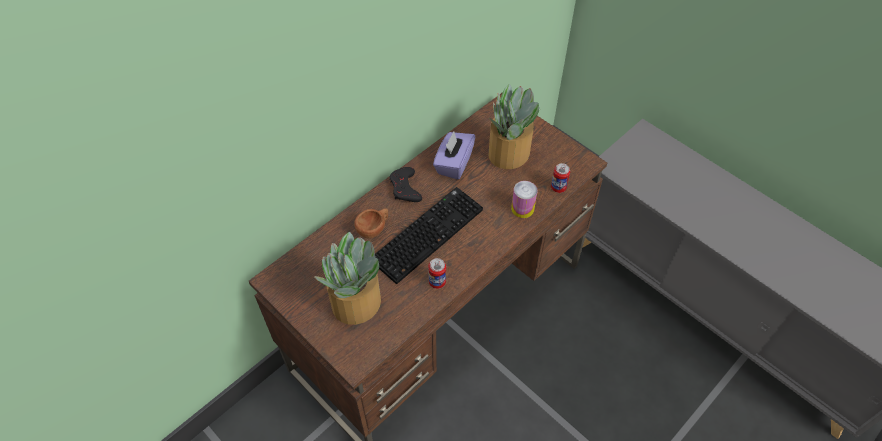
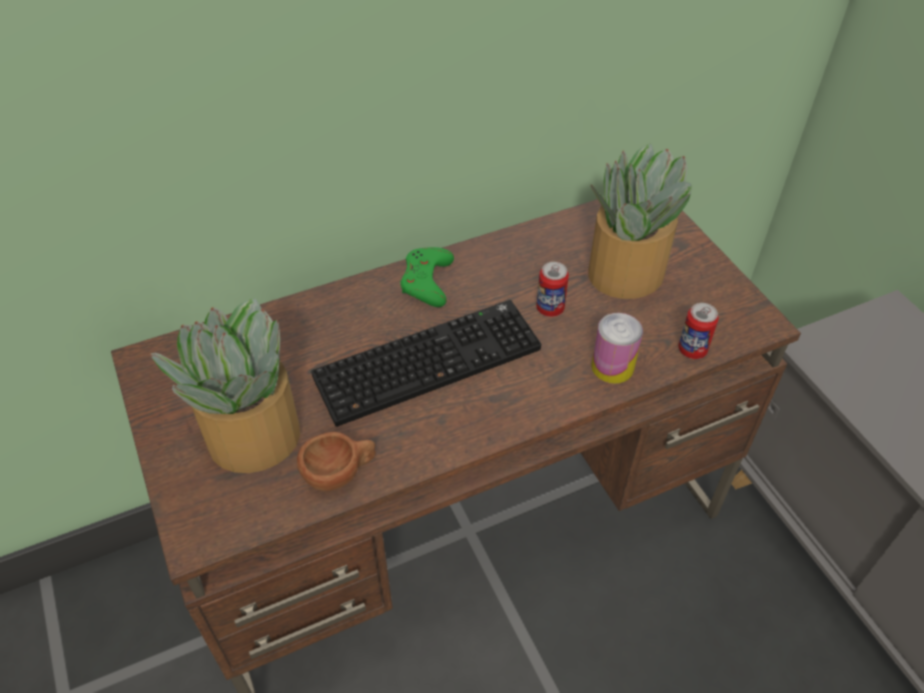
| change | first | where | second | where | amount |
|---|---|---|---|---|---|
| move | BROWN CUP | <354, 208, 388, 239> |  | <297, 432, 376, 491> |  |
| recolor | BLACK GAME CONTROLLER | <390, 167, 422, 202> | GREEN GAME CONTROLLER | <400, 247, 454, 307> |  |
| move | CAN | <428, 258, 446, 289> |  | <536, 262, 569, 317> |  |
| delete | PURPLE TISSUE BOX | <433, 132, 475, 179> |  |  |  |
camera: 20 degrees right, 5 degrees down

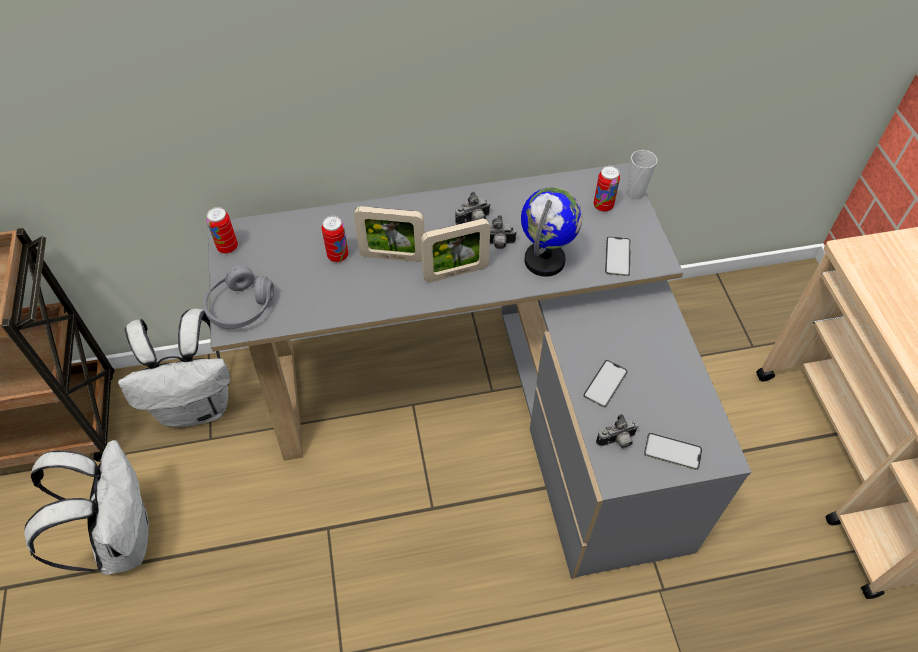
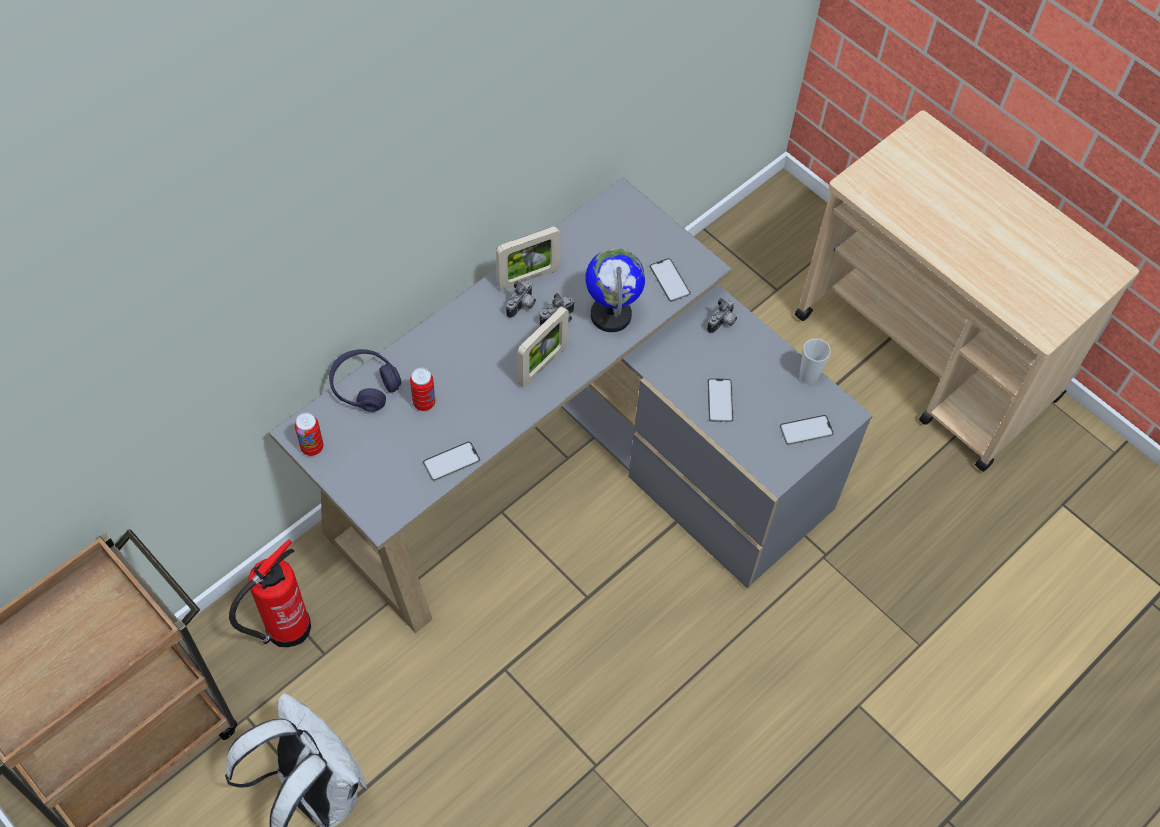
| change | first | where | second | where | amount |
|---|---|---|---|---|---|
| replace | WHITE BACKPACK | <118, 308, 230, 427> | FIRE EXTINGUISHER | <229, 539, 311, 647> |  |
| insert |  |  | PURPLE HEADPHONES | <329, 349, 401, 412> |  |
| insert |  |  | PHONE | <423, 441, 480, 481> |  |
| move | PICTURE FRAME | <354, 206, 425, 262> |  | <496, 226, 561, 290> |  |
| move | PHOTO CAMERA | <596, 414, 639, 449> |  | <707, 298, 737, 333> |  |
| move | CUP | <627, 150, 658, 199> |  | <800, 338, 831, 384> |  |
| delete | GREY HEADPHONES | <203, 266, 274, 329> |  |  |  |
| delete | CAN | <594, 166, 620, 212> |  |  |  |
camera: 35 degrees left, 5 degrees up

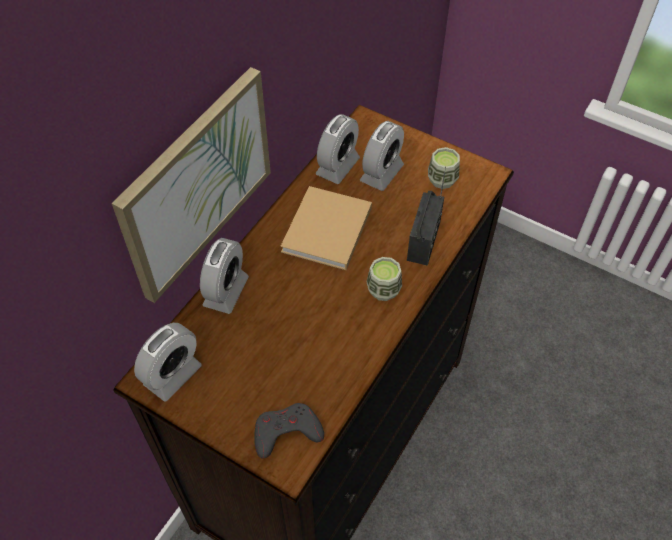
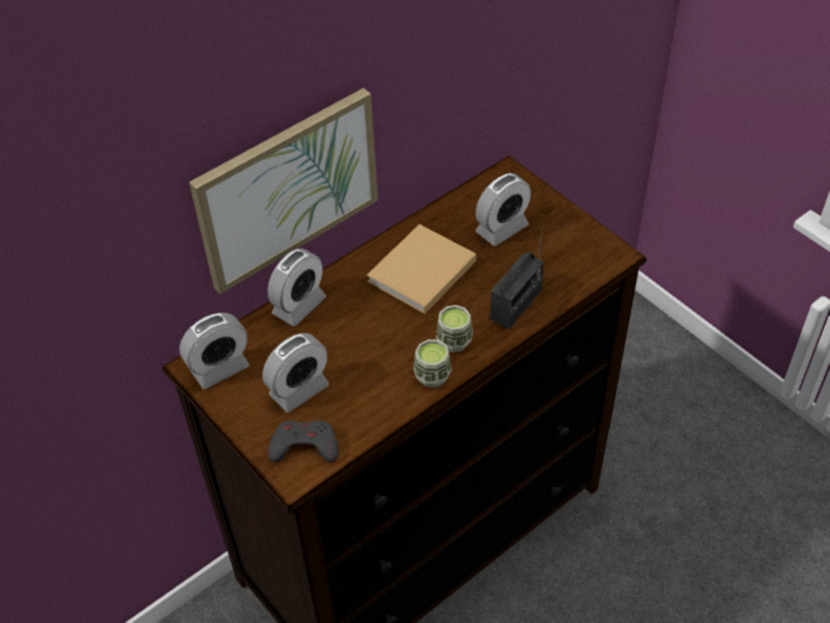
| change | first | where | second | where | amount |
|---|---|---|---|---|---|
| move | ALARM CLOCK | <316, 114, 360, 184> |  | <262, 333, 329, 412> |  |
| move | CUP | <428, 147, 460, 189> |  | <413, 339, 452, 387> |  |
camera: 20 degrees right, 5 degrees down

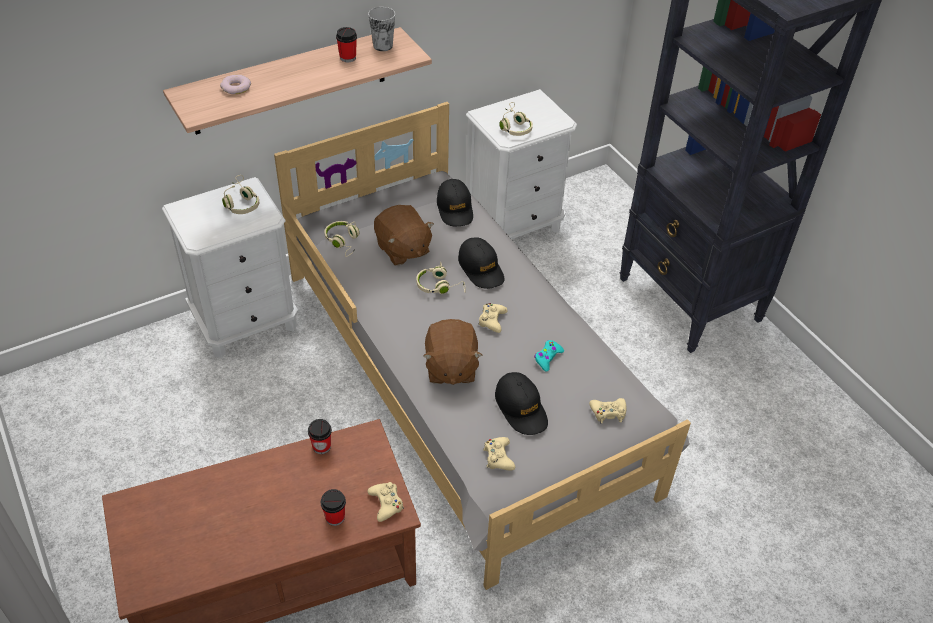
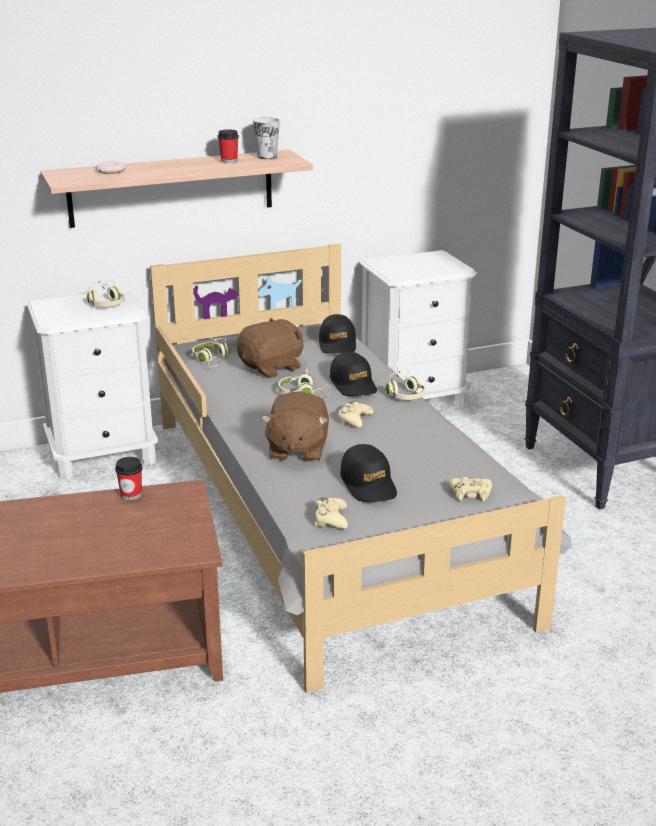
| change | first | where | second | where | amount |
|---|---|---|---|---|---|
| rotate | BROWN PLUSH TOY | <374, 205, 434, 266> |  | <237, 318, 304, 378> | 105 degrees counterclockwise |
| move | BEIGE HEADPHONES | <499, 102, 533, 136> |  | <386, 368, 426, 400> |  |
| delete | CUP | <321, 489, 346, 526> |  |  |  |
| delete | BEIGE GAME CONTROLLER | <368, 482, 404, 522> |  |  |  |
| delete | TURQUOISE GAME CONTROLLER | <534, 340, 564, 372> |  |  |  |
camera: 10 degrees right, 20 degrees down

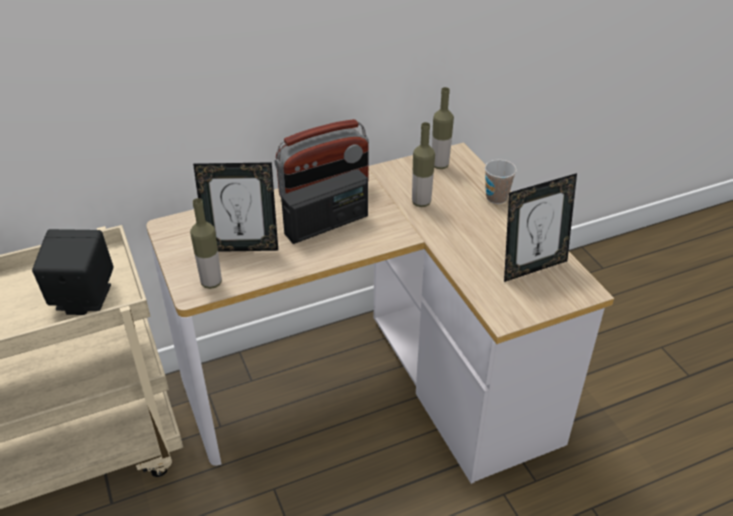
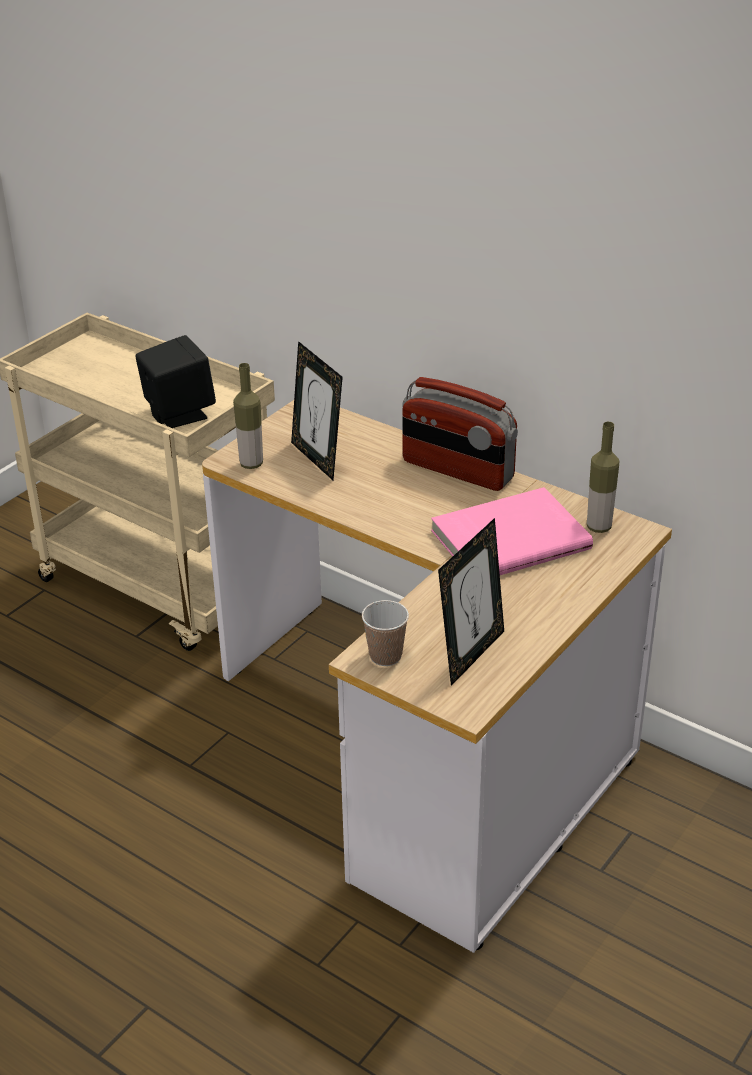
| change | first | where | second | where | amount |
|---|---|---|---|---|---|
| move | CUP | <485, 160, 517, 204> |  | <362, 600, 409, 666> |  |
| replace | BOTTLE | <412, 122, 435, 207> | PINK BOOK | <431, 487, 593, 575> |  |
| rotate | PICTURE FRAME | <504, 173, 577, 282> |  | <438, 518, 504, 686> | 90 degrees counterclockwise |
| delete | RADIO | <281, 169, 368, 244> |  |  |  |
camera: 60 degrees right, 5 degrees down

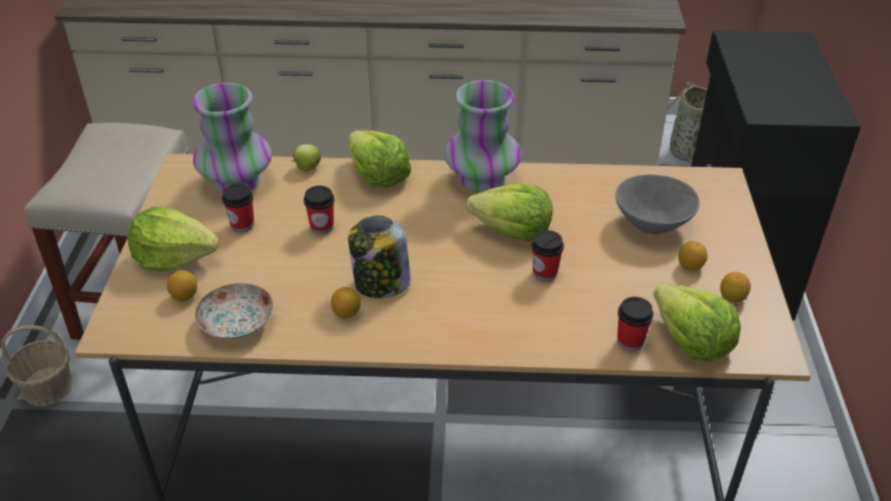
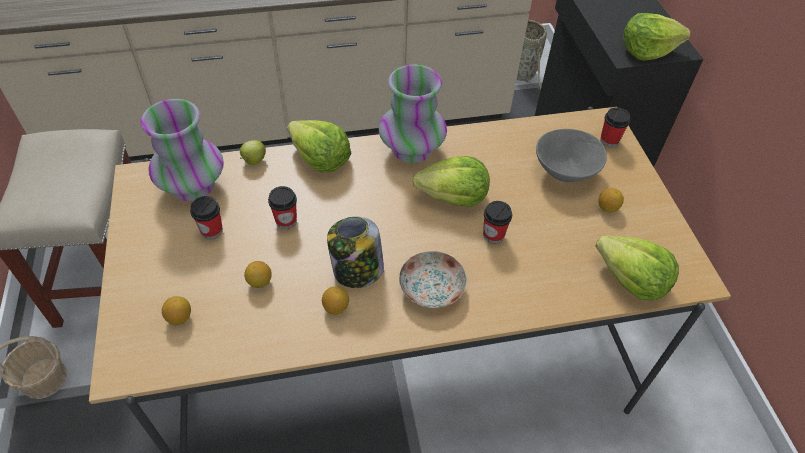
| change | first | where | second | where | amount |
|---|---|---|---|---|---|
| move | LEMON | <720, 272, 751, 302> |  | <244, 261, 272, 288> |  |
| move | PLATE | <195, 283, 273, 339> |  | <399, 251, 467, 308> |  |
| move | CUP | <617, 297, 654, 351> |  | <600, 107, 630, 147> |  |
| move | LETTUCE | <127, 206, 219, 271> |  | <623, 13, 691, 60> |  |
camera: 15 degrees left, 10 degrees up

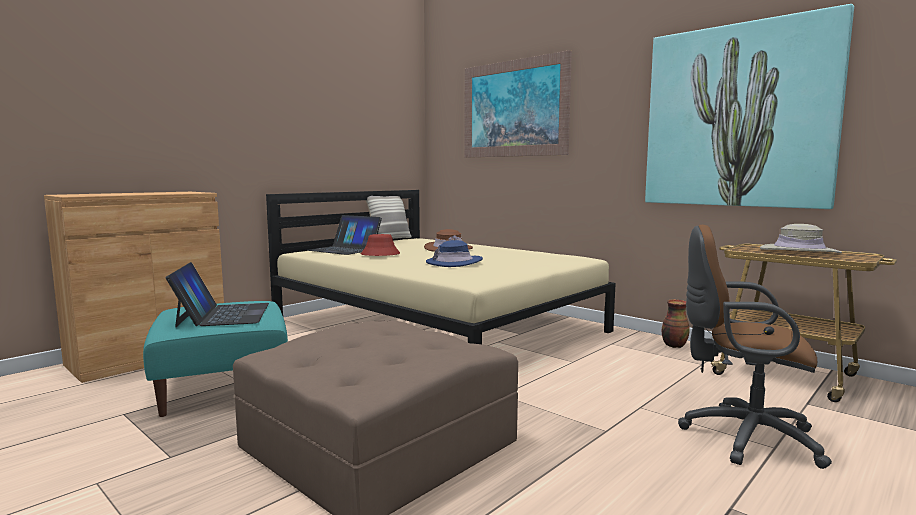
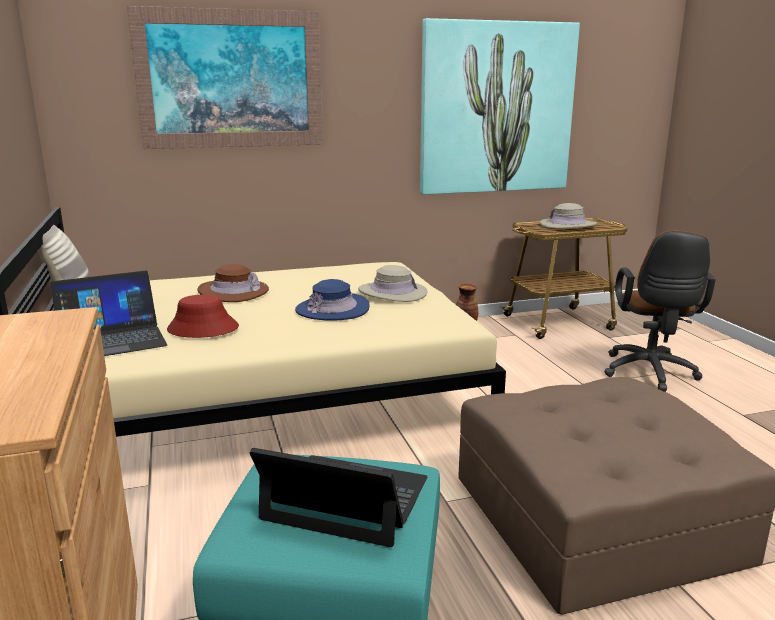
| change | first | where | second | where | amount |
|---|---|---|---|---|---|
| insert |  |  | BEIGE HAT | <358, 265, 427, 302> |  |
| rotate | BROWN OFFICE CHAIR | <678, 225, 832, 469> |  | <604, 230, 716, 392> | 45 degrees counterclockwise |
camera: 60 degrees left, 10 degrees up

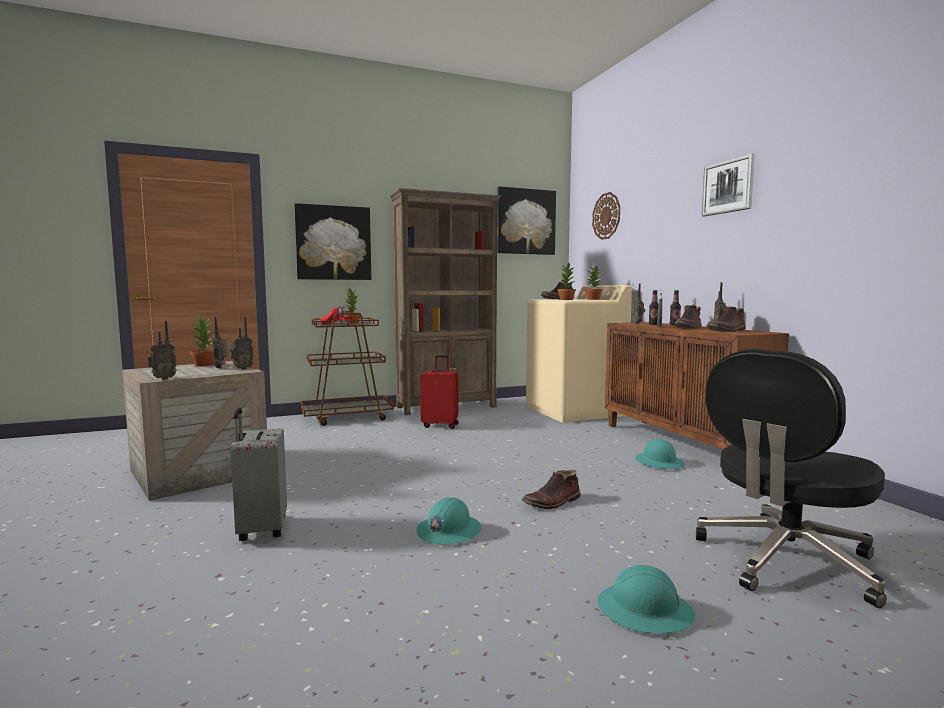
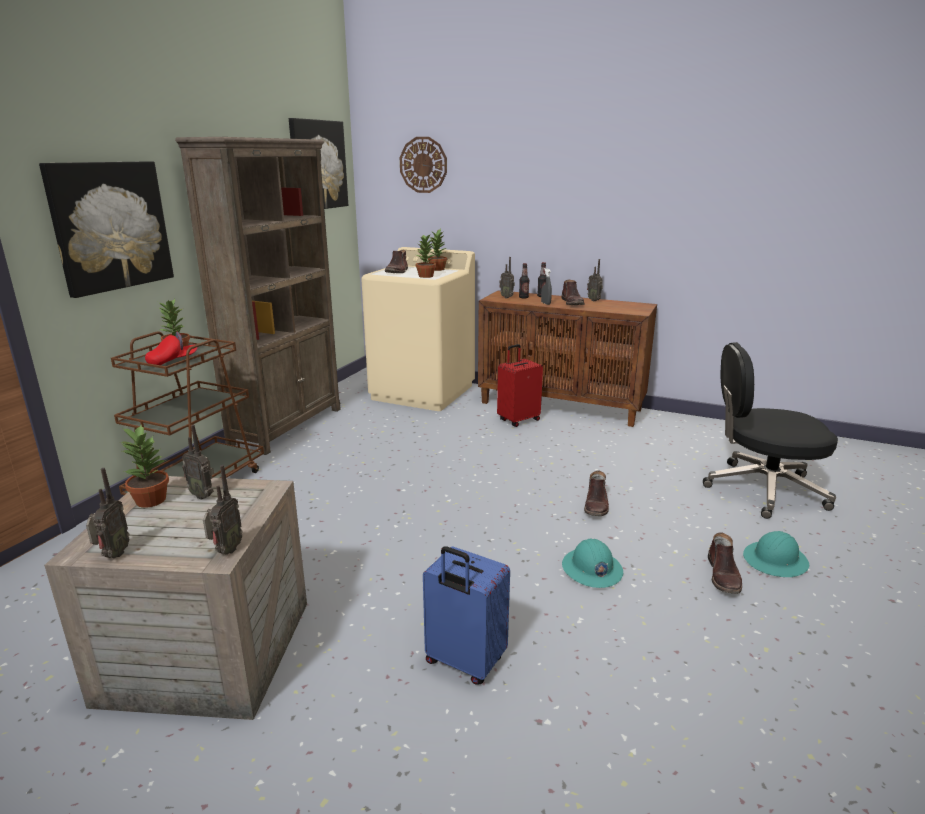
| change | first | where | second | where | amount |
|---|---|---|---|---|---|
| move | RADIO | <230, 317, 254, 370> |  | <86, 468, 130, 558> |  |
| recolor | GREY SUITCASE | <230, 408, 287, 541> | BLUE SUITCASE | <423, 546, 510, 684> |  |
| move | RED SUITCASE | <420, 355, 459, 429> |  | <497, 344, 543, 427> |  |
| rotate | BLACK OFFICE CHAIR | <696, 349, 886, 608> |  | <703, 342, 838, 519> | 90 degrees clockwise |
| move | BROWN BOOT | <706, 306, 746, 332> |  | <708, 532, 742, 594> |  |
| delete | TURQUOISE HARD HAT | <635, 439, 685, 469> |  |  |  |
| delete | PICTURE | <702, 154, 755, 217> |  |  |  |
camera: 45 degrees left, 15 degrees up

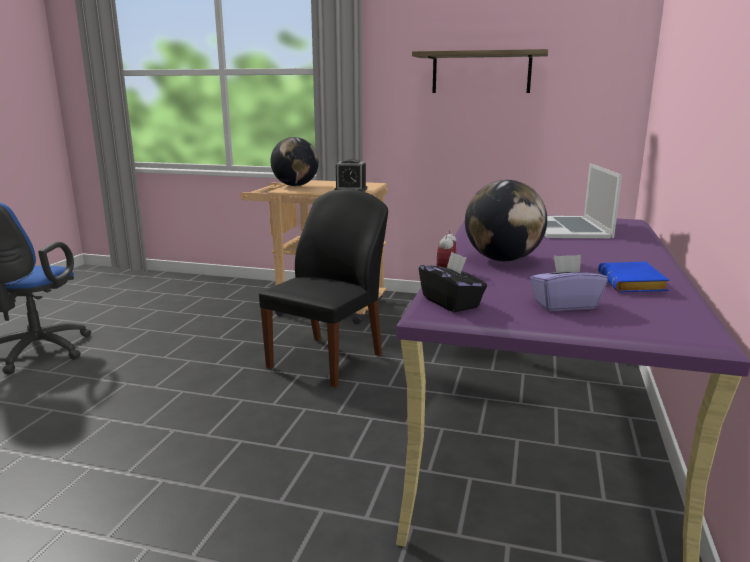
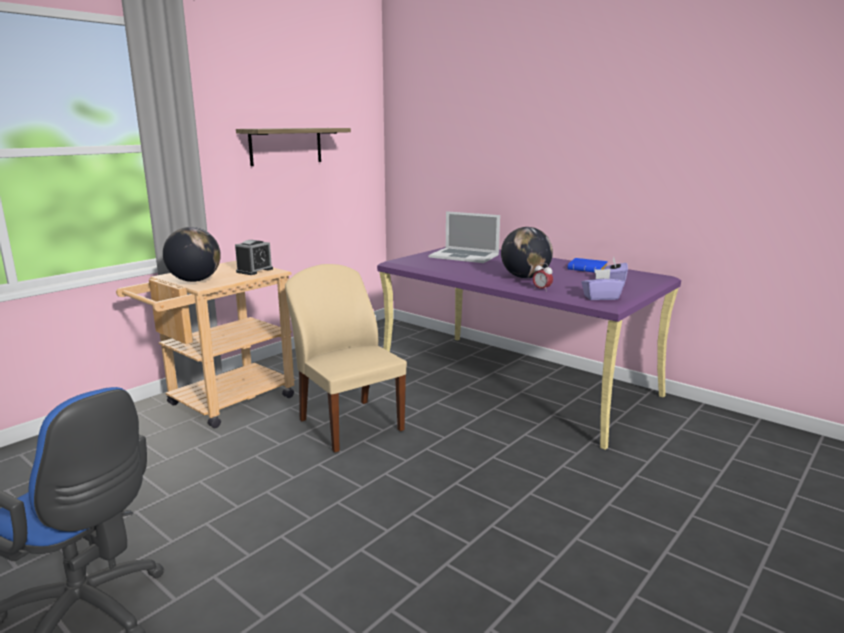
| change | first | where | second | where | amount |
|---|---|---|---|---|---|
| recolor | BLACK CHAIR | <259, 189, 388, 387> | BEIGE CHAIR | <285, 264, 407, 453> |  |
| recolor | BLACK TISSUE BOX | <419, 251, 487, 313> | PURPLE TISSUE BOX | <581, 269, 625, 300> |  |
camera: 65 degrees left, 0 degrees up

